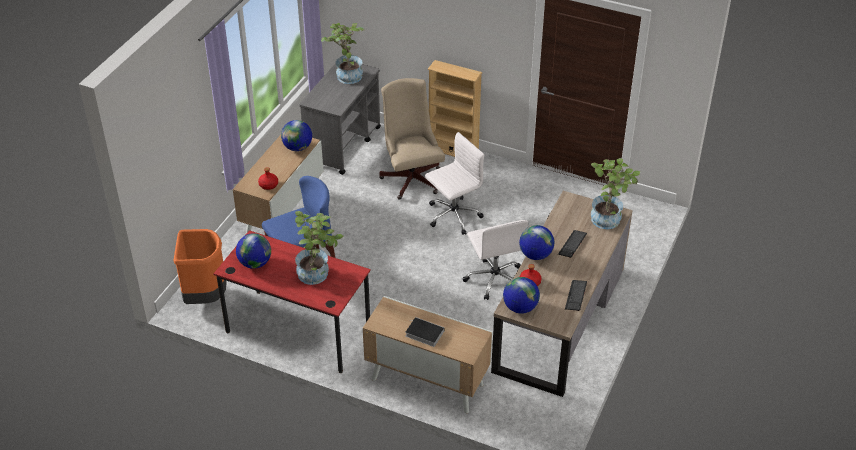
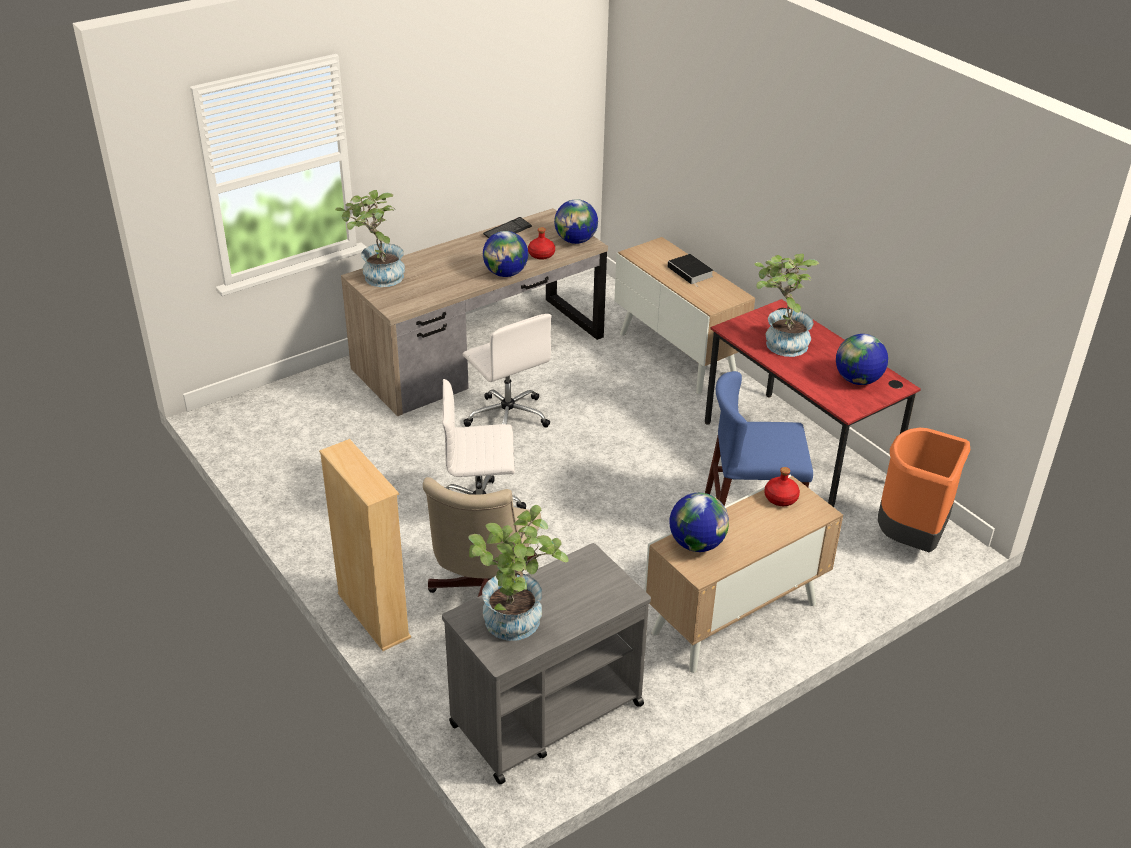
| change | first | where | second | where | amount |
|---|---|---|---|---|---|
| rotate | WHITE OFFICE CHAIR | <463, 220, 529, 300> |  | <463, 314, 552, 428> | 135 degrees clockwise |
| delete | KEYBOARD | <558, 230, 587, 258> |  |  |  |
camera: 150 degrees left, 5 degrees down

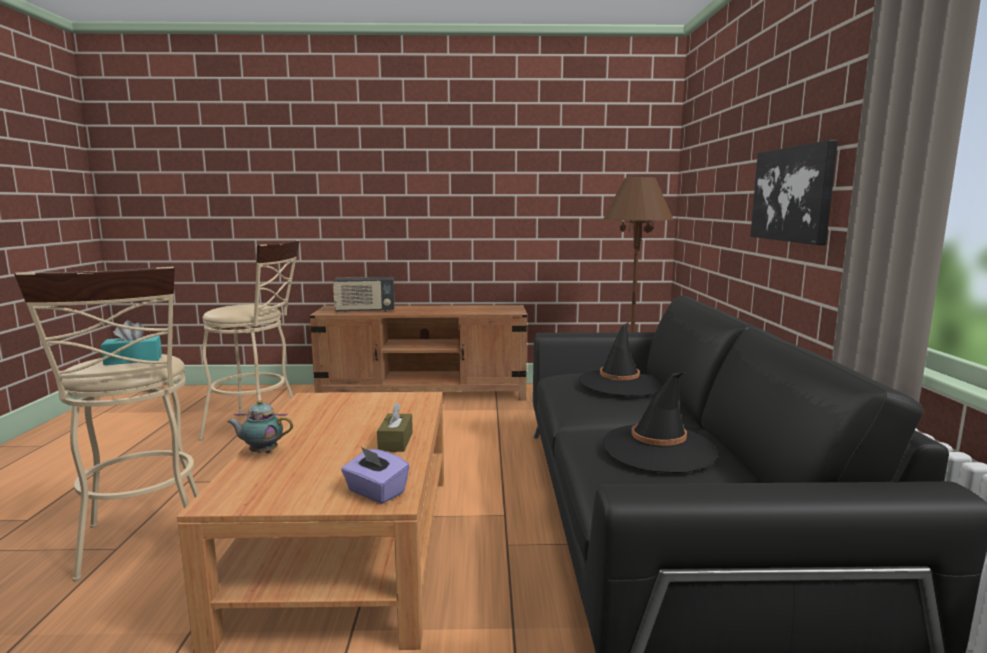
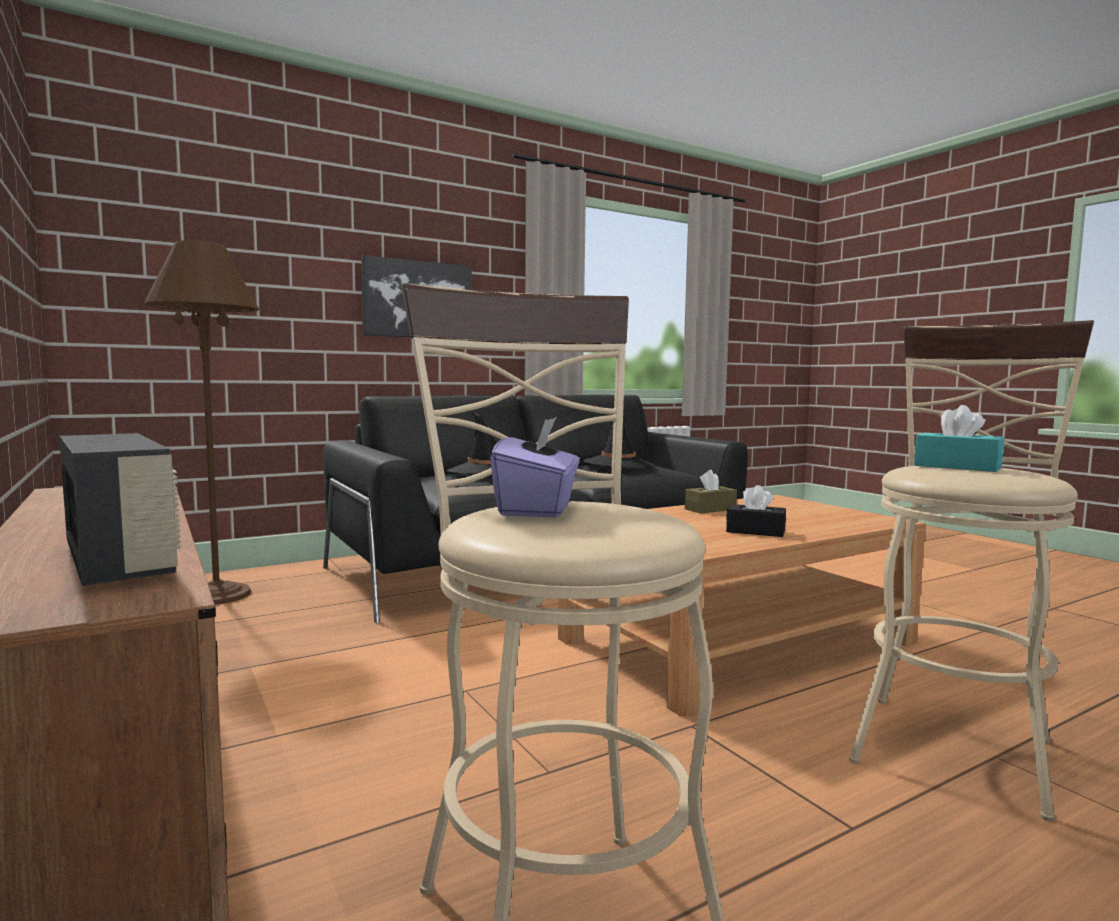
| change | first | where | second | where | amount |
|---|---|---|---|---|---|
| move | PURPLE TISSUE BOX | <341, 447, 410, 504> |  | <490, 417, 580, 518> |  |
| insert |  |  | BLACK TISSUE BOX | <726, 485, 786, 537> |  |
| delete | TEAPOT | <227, 400, 293, 453> |  |  |  |
camera: 120 degrees left, 5 degrees down

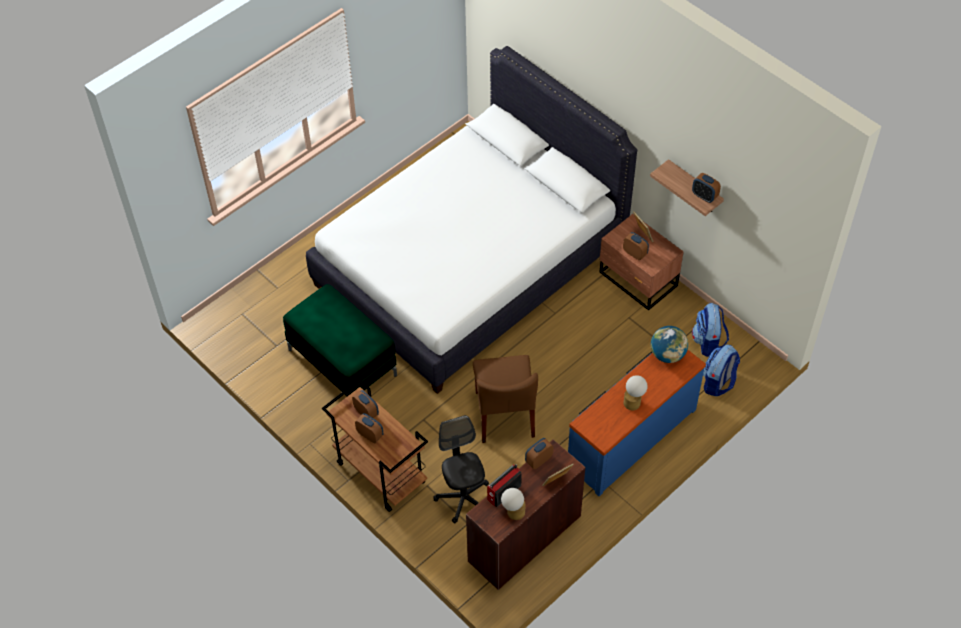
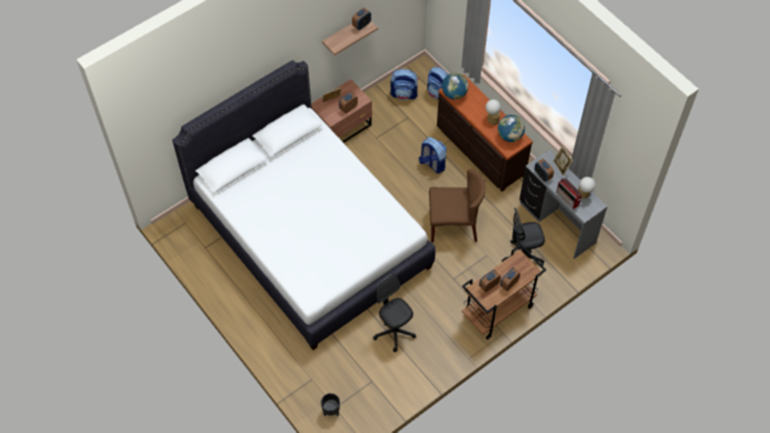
| change | first | where | second | where | amount |
|---|---|---|---|---|---|
| insert |  |  | BLACK PLANTER | <321, 393, 340, 416> |  |
| replace | GREEN OTTOMAN | <283, 284, 397, 396> | BLACK OFFICE CHAIR | <373, 273, 416, 352> |  |
| insert |  |  | BACKPACK | <419, 137, 447, 174> |  |
| recolor | BLUE DRESSER | <568, 350, 706, 496> | BROWN DRESSER | <437, 74, 533, 192> |  |
| insert |  |  | GLOBE | <498, 115, 525, 142> |  |
| recolor | BROWN DESK | <466, 440, 585, 590> | GREY DESK | <519, 150, 608, 259> |  |
camera: 85 degrees left, 5 degrees up

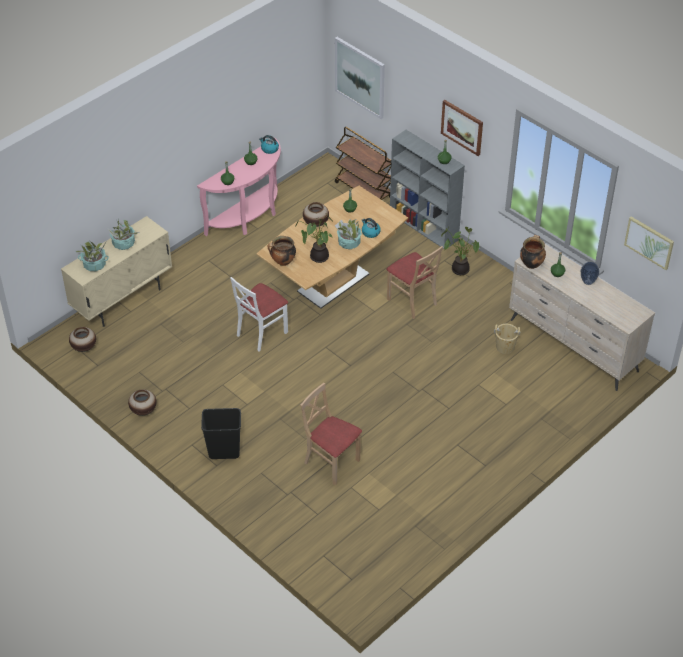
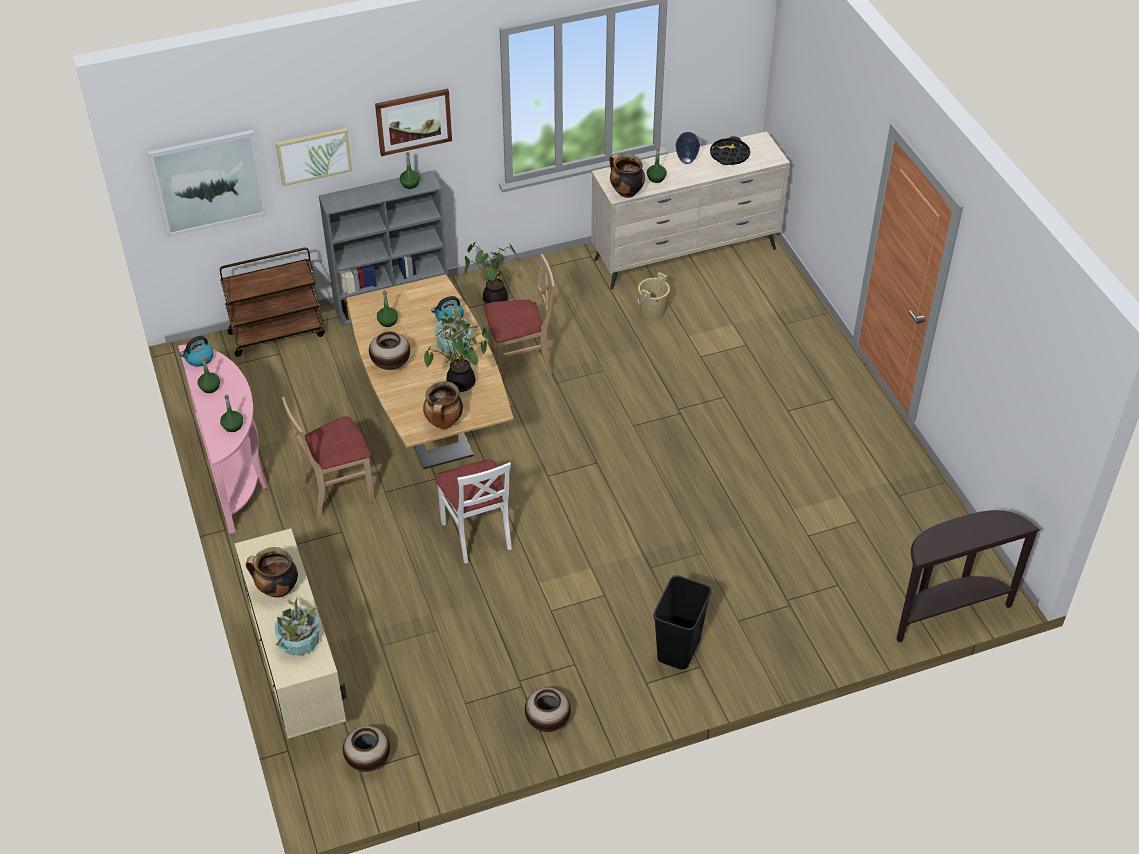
| change | first | where | second | where | amount |
|---|---|---|---|---|---|
| replace | POTTED PLANT | <108, 219, 139, 250> | COOKING POT | <246, 547, 298, 598> |  |
| move | PICTURE | <624, 217, 674, 270> |  | <276, 128, 352, 186> |  |
| move | BEIGE CHAIR | <300, 383, 362, 486> |  | <282, 397, 375, 517> |  |
| insert |  |  | BLACK TRAY | <710, 136, 750, 165> |  |
| insert |  |  | BROWN CONSOLE TABLE | <896, 510, 1040, 642> |  |
camera: 65 degrees left, 0 degrees up

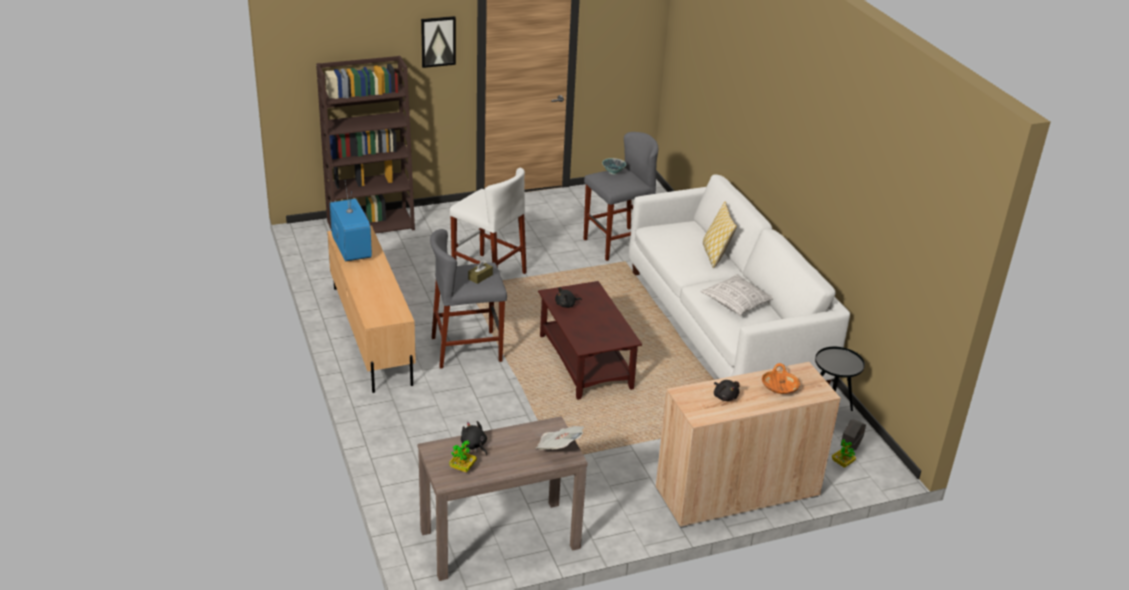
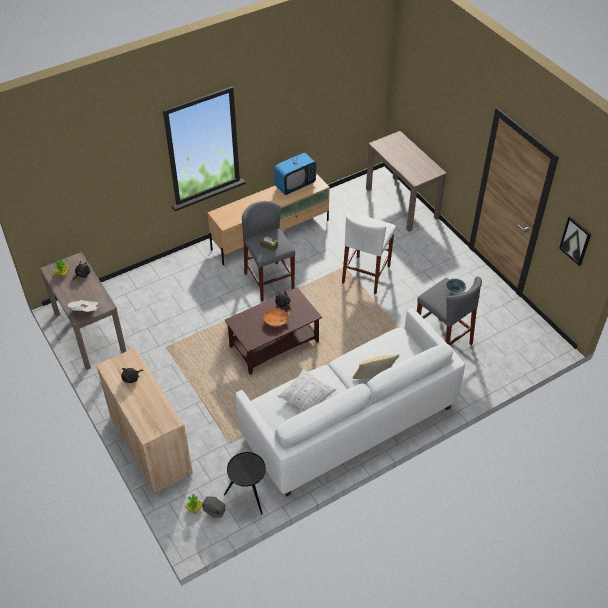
| change | first | where | second | where | amount |
|---|---|---|---|---|---|
| move | ORANGE BOWL | <762, 363, 800, 394> |  | <263, 308, 290, 327> |  |
| replace | BROWN BOOKCASE | <316, 56, 415, 234> | BROWN CONSOLE TABLE | <366, 131, 447, 232> |  |
| move | PICTURE | <421, 16, 456, 68> |  | <559, 216, 591, 266> |  |
camera: 80 degrees right, 15 degrees up

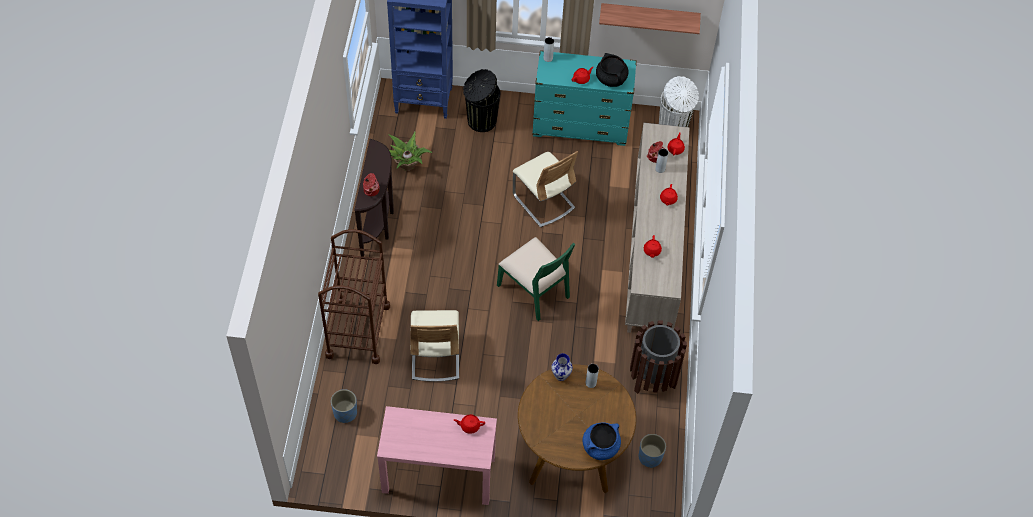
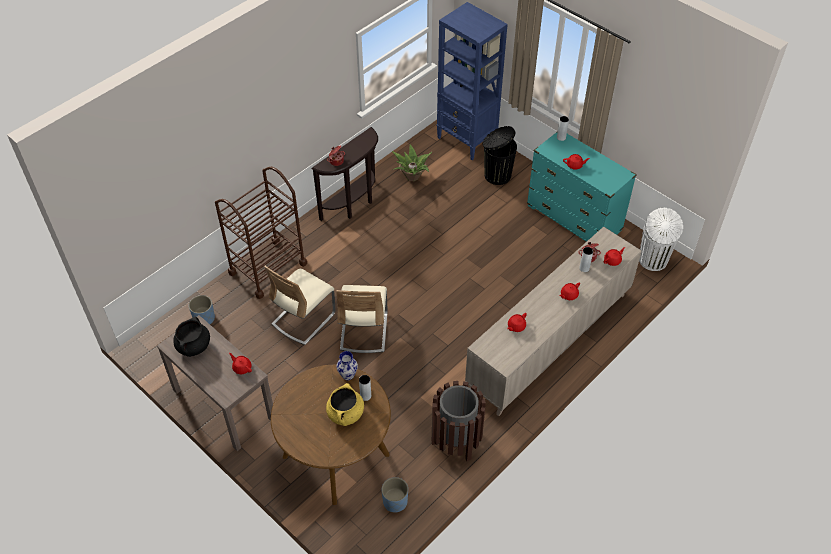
| change | first | where | second | where | amount |
|---|---|---|---|---|---|
| recolor | PINK CONSOLE TABLE | <377, 406, 497, 505> | BROWN CONSOLE TABLE | <157, 315, 273, 451> |  |
| move | BLACK COOKING POT | <596, 53, 629, 87> |  | <173, 317, 210, 357> |  |
| insert |  |  | YELLOW COOKING POT | <326, 383, 364, 426> |  |
| move | BEIGE CHAIR | <513, 151, 578, 227> |  | <336, 285, 388, 353> |  |
| delete | GREEN CHAIR | <497, 237, 575, 321> |  |  |  |
| delete | BLUE COOKING POT | <583, 422, 621, 460> |  |  |  |
| delete | SHELF | <599, 3, 701, 34> |  |  |  |
camera: 40 degrees right, 5 degrees down

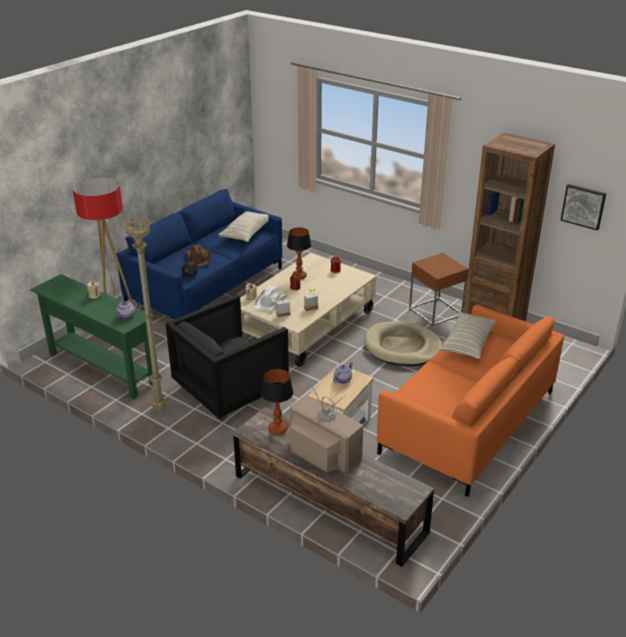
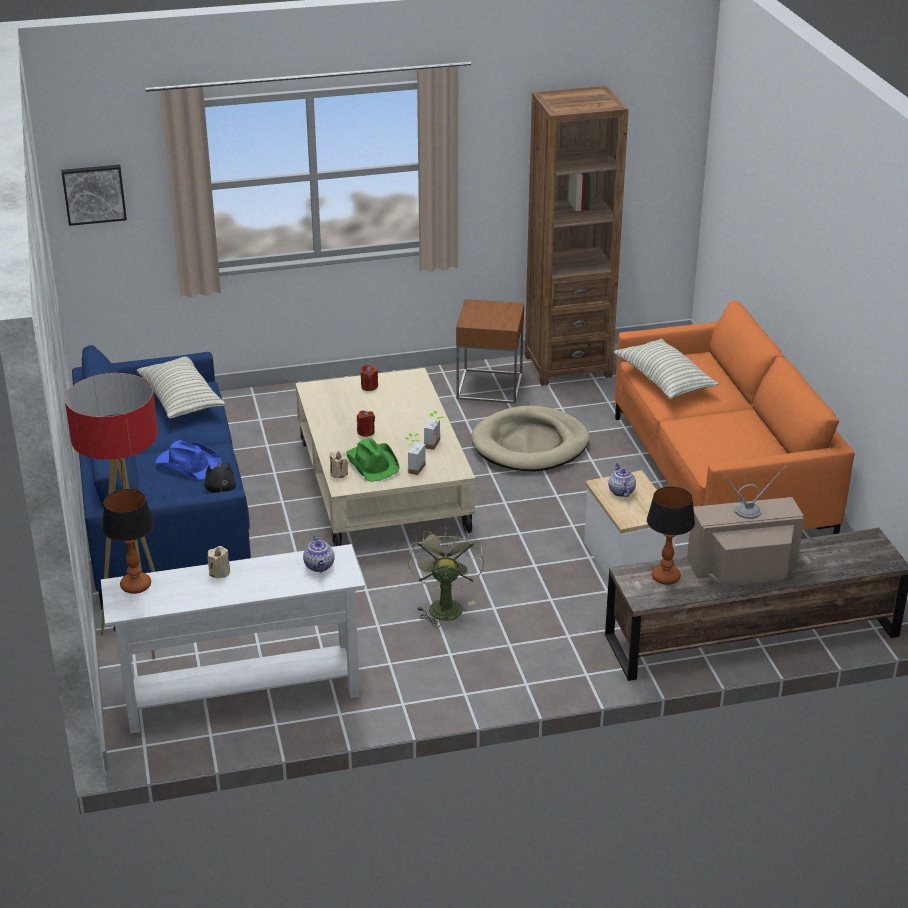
| change | first | where | second | where | amount |
|---|---|---|---|---|---|
| move | PICTURE | <561, 184, 606, 231> |  | <61, 165, 127, 226> |  |
| recolor | GREEN CONSOLE TABLE | <30, 274, 155, 399> | WHITE CONSOLE TABLE | <101, 544, 365, 733> |  |
| move | TABLE LAMP | <287, 228, 311, 279> |  | <102, 489, 154, 594> |  |
| recolor | BROWN HAT | <186, 244, 210, 267> | BLUE HAT | <155, 440, 222, 479> |  |
| recolor | WHITE HAT | <254, 286, 287, 310> | GREEN HAT | <346, 438, 400, 482> |  |
| replace | BLACK ARMCHAIR | <165, 295, 289, 421> | GREEN FAN | <408, 527, 484, 627> |  |
| delete | BEIGE FLOOR LAMP | <123, 217, 166, 411> |  |  |  |
camera: 50 degrees left, 0 degrees up

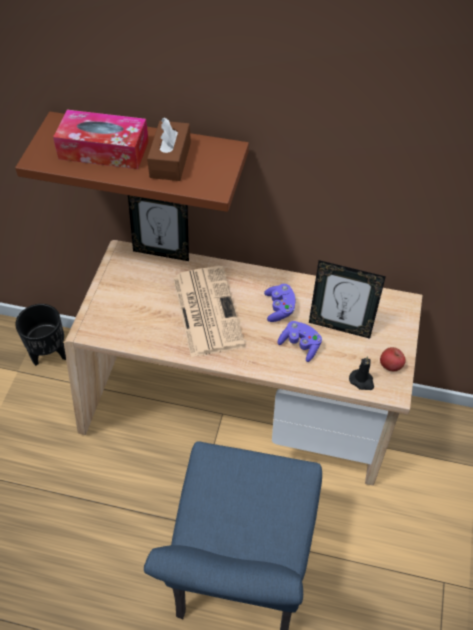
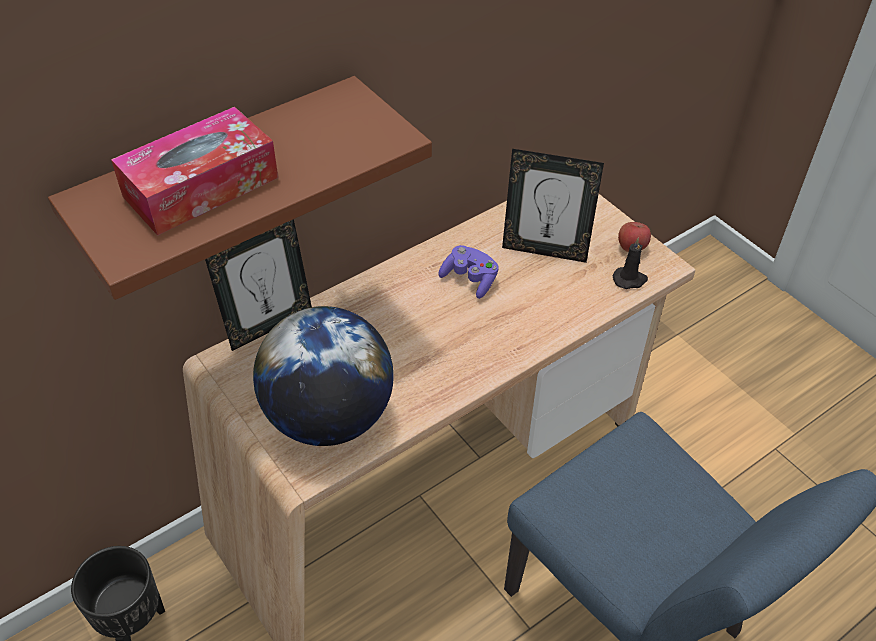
| change | first | where | second | where | amount |
|---|---|---|---|---|---|
| insert |  |  | GLOBE | <253, 306, 394, 446> |  |
| rotate | PICTURE FRAME | <309, 260, 386, 339> |  | <502, 149, 604, 263> | 45 degrees clockwise |
| delete | BROWN TISSUE BOX | <147, 117, 191, 181> |  |  |  |
| delete | NEWSPAPER | <173, 266, 245, 357> |  |  |  |
| delete | PURPLE GAME CONTROLLER | <277, 321, 322, 362> |  |  |  |
camera: 50 degrees left, 5 degrees down

